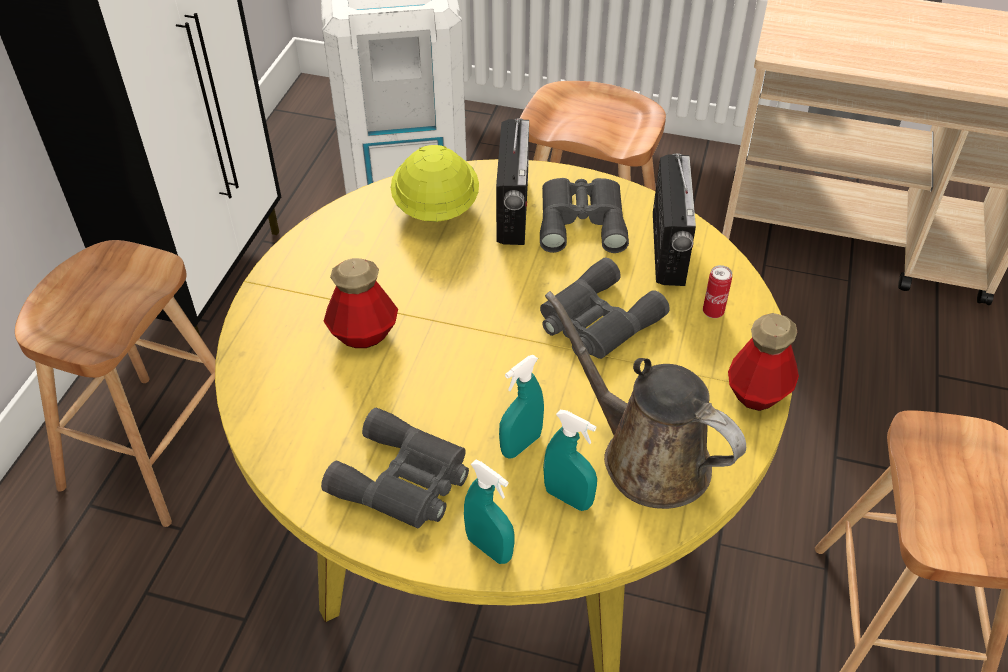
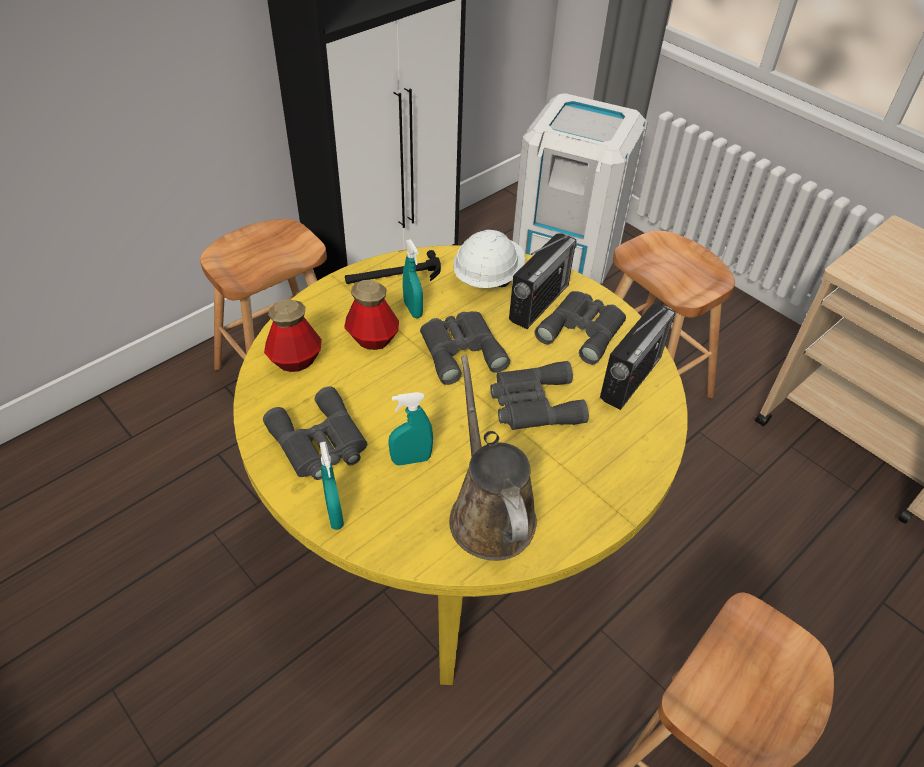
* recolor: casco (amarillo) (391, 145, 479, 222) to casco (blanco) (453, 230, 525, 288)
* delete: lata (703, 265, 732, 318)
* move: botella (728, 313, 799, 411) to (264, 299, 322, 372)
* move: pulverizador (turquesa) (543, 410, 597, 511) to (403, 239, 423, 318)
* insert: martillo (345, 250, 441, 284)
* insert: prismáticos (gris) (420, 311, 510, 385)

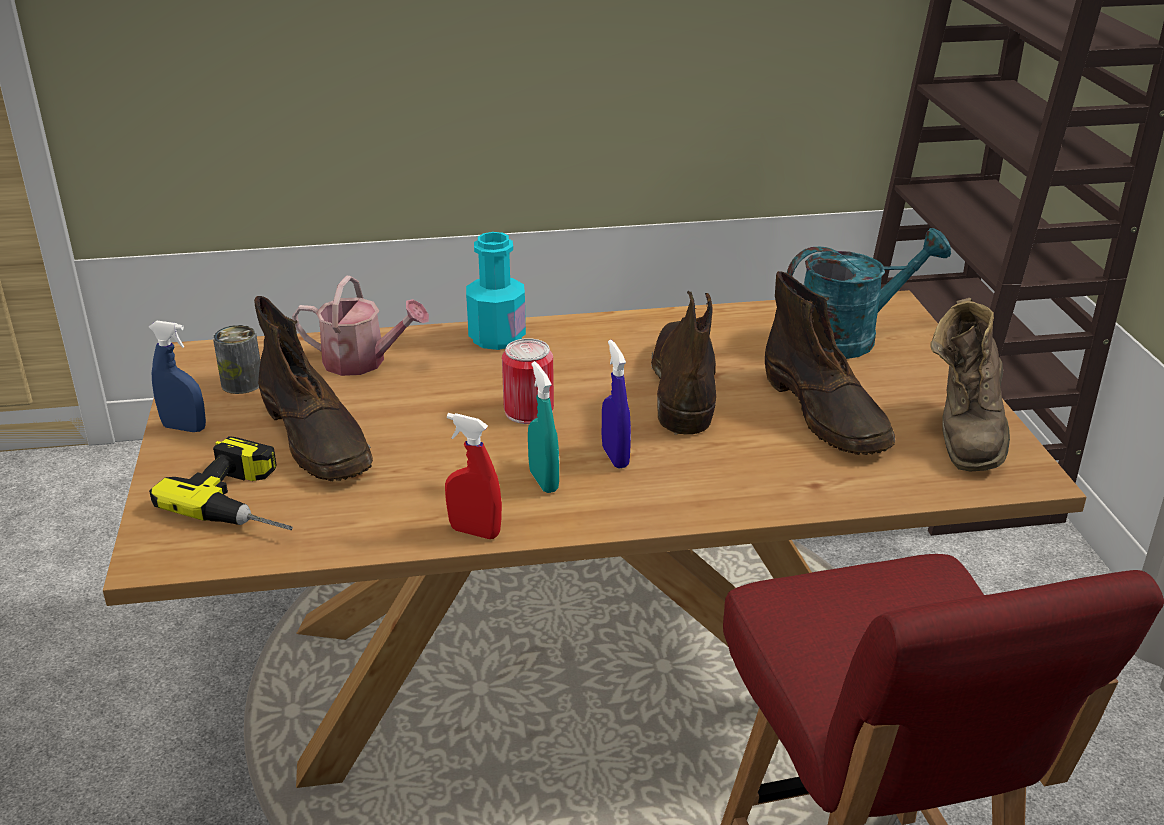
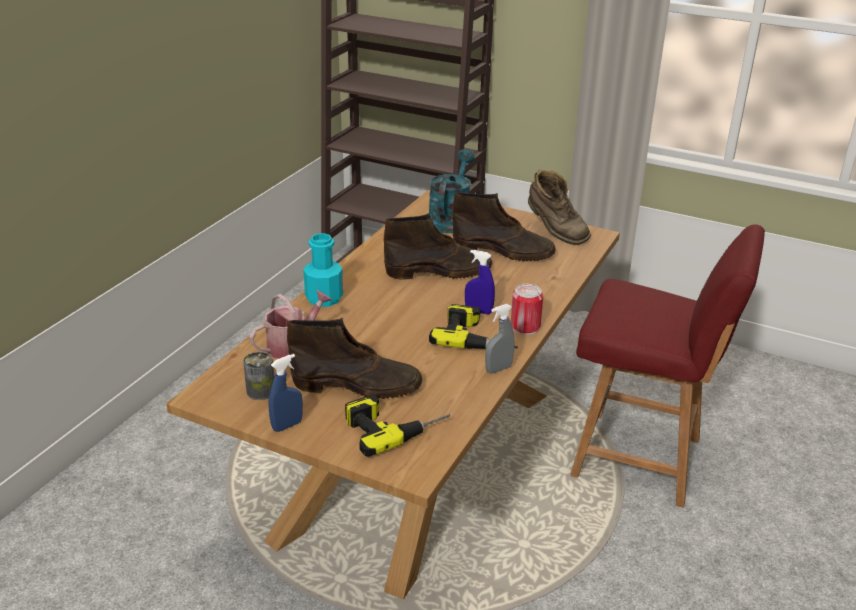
* rotate: bota (marrón) (651, 291, 716, 435) = (384, 213, 492, 279) 135 degrees clockwise
* move: lata (502, 338, 554, 424) to (511, 284, 543, 335)
* replace: pulverizador (turquesa) (528, 361, 559, 493) to taladro (429, 304, 518, 349)
* recolor: pulverizador (rojo) (445, 413, 502, 539) to pulverizador (gris) (485, 304, 514, 373)

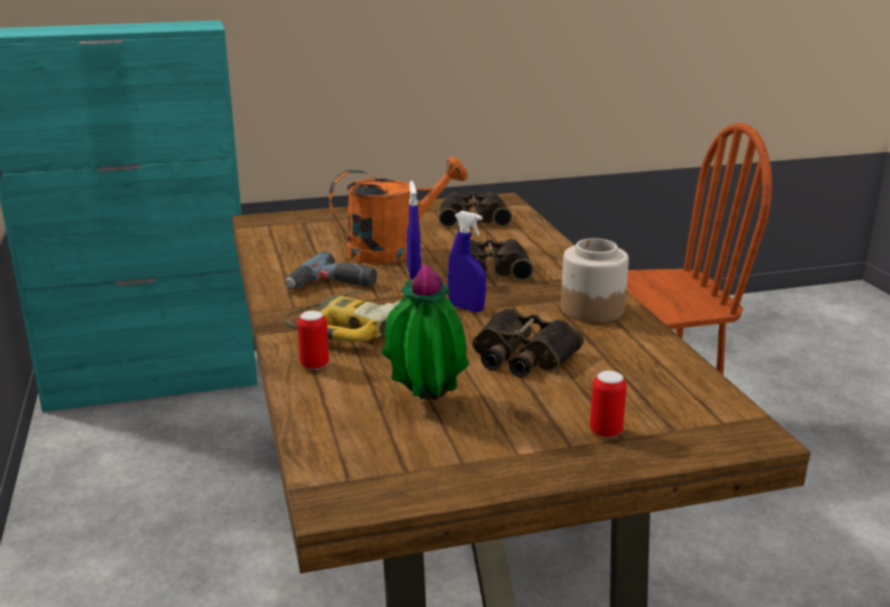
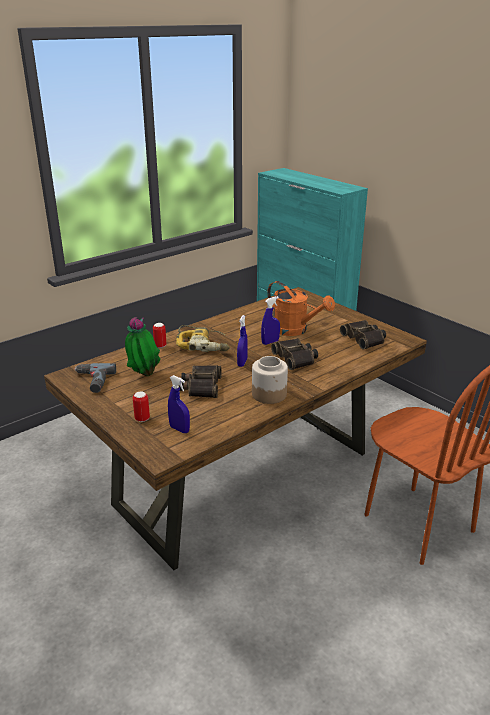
* move: taladro (285, 252, 377, 290) to (75, 363, 116, 393)
* insert: pulverizador (azul) (168, 375, 190, 433)

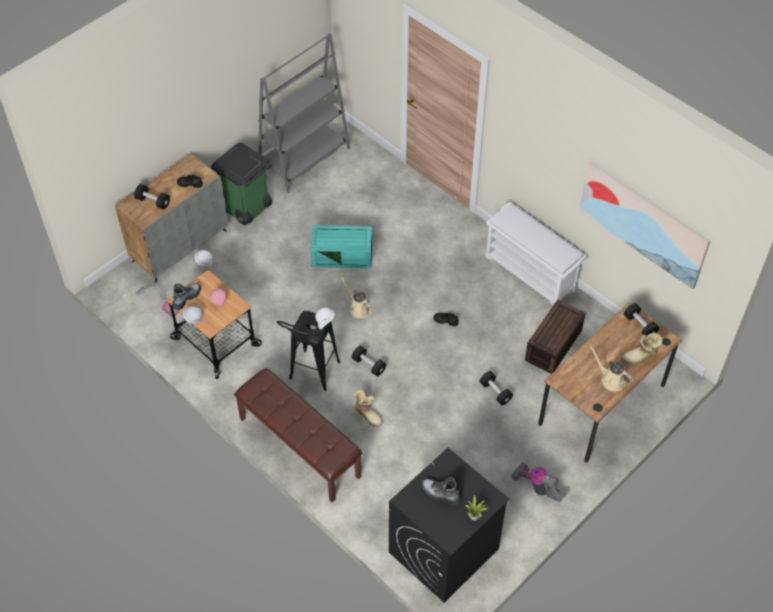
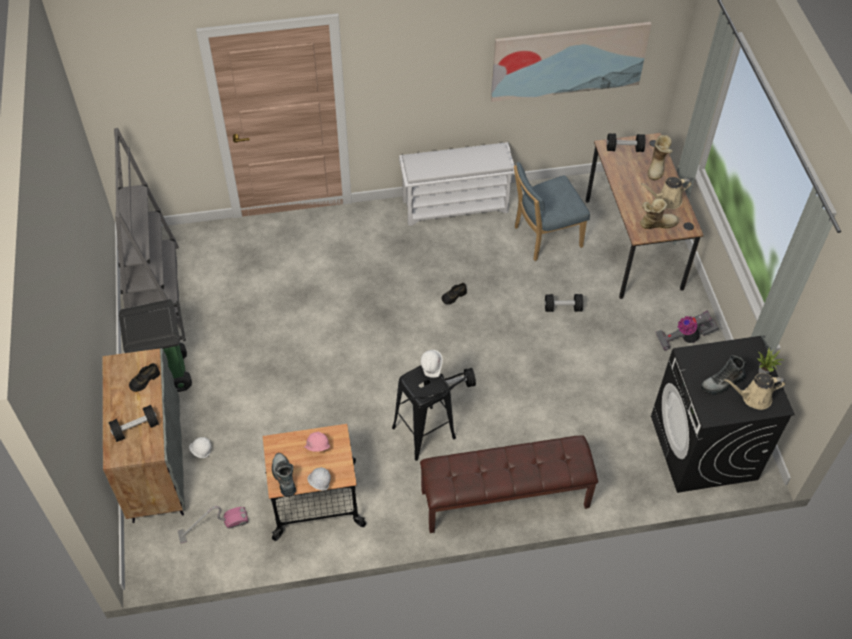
* delete: caja de almacenaje (turquesa) (310, 225, 372, 268)
* move: regadera (beis) (340, 276, 371, 318) to (724, 373, 786, 410)
* replace: caja de almacenaje (marrón) (525, 300, 586, 374) to silla (azul) (514, 162, 590, 261)
* move: bota (353, 389, 383, 427) to (640, 199, 679, 229)

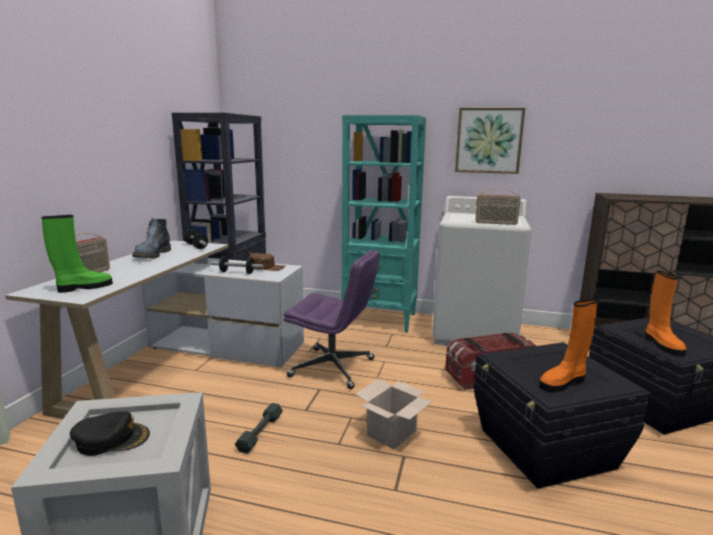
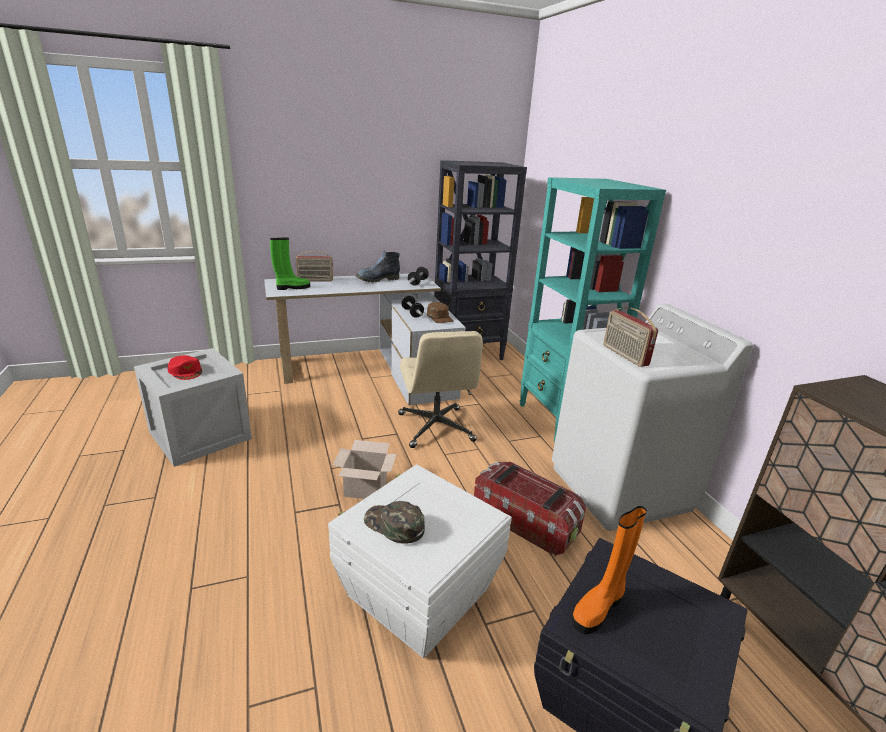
* delete: cuadro (455, 108, 525, 174)
* rotate: bota (verde) (41, 215, 113, 293) = (270, 237, 310, 290) 45 degrees counterclockwise
* recolor: silla de oficina (morado) (283, 250, 380, 389) to silla de oficina (beis) (398, 331, 483, 448)
* replace: bota (naranja) (539, 299, 598, 392) to gorra (verde) (364, 501, 425, 544)
* recolor: caja de almacenaje (negro) (474, 342, 650, 489) to caja de almacenaje (blanco) (328, 464, 512, 658)
* delete: mancuerna (gris) (235, 403, 283, 454)
* recolor: gorra (negro) (70, 411, 150, 456) to gorra (rojo) (167, 355, 202, 380)

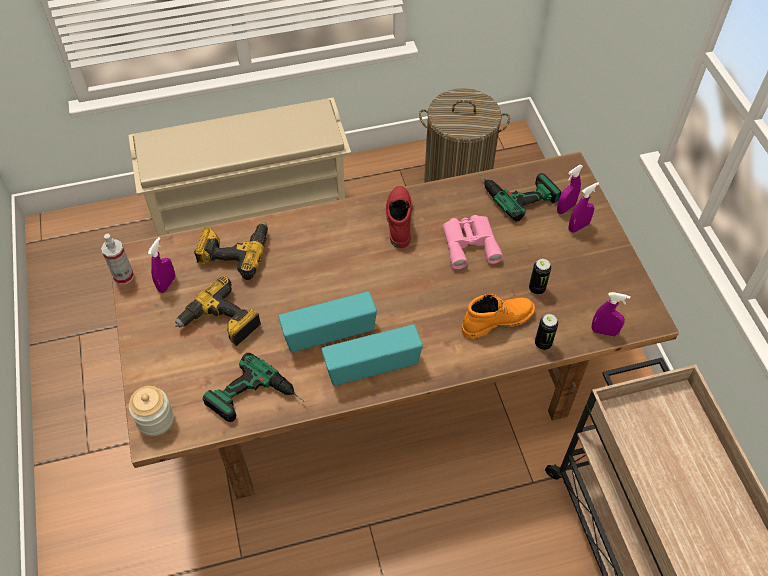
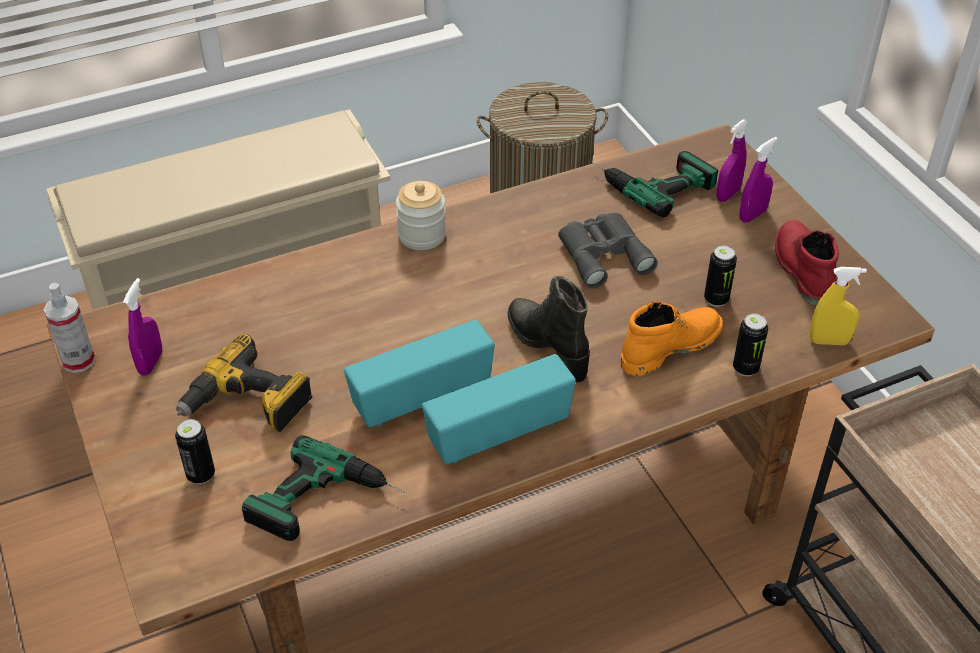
* move: bota (rojo) (386, 186, 412, 248) to (775, 220, 839, 306)
* recolor: prismáticos (rosa) (442, 215, 503, 269) to prismáticos (gris) (558, 213, 658, 289)
* delete: taladro (194, 222, 268, 280)
* recolor: pulverizador (morado) (592, 292, 631, 337) to pulverizador (amarillo) (810, 267, 867, 345)
* move: tarro (129, 386, 174, 436) to (396, 181, 446, 250)
* insert: bota (negro) (508, 276, 590, 382)
* insert: lata (175, 419, 215, 484)

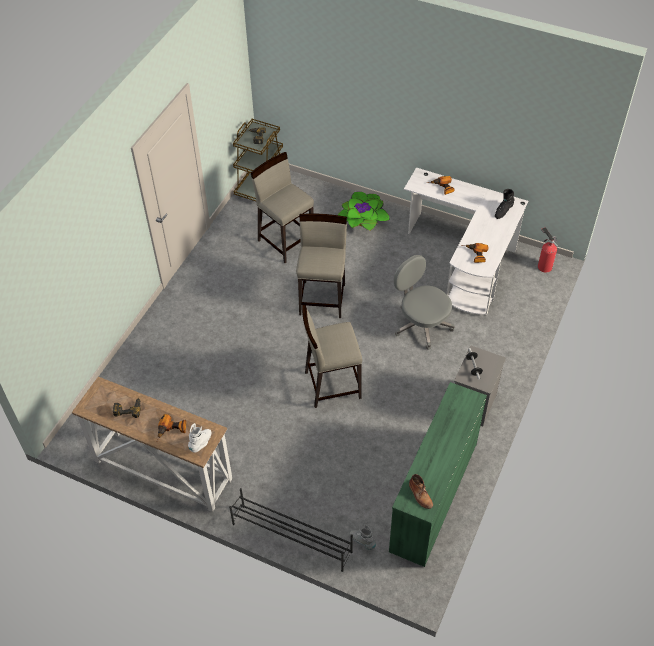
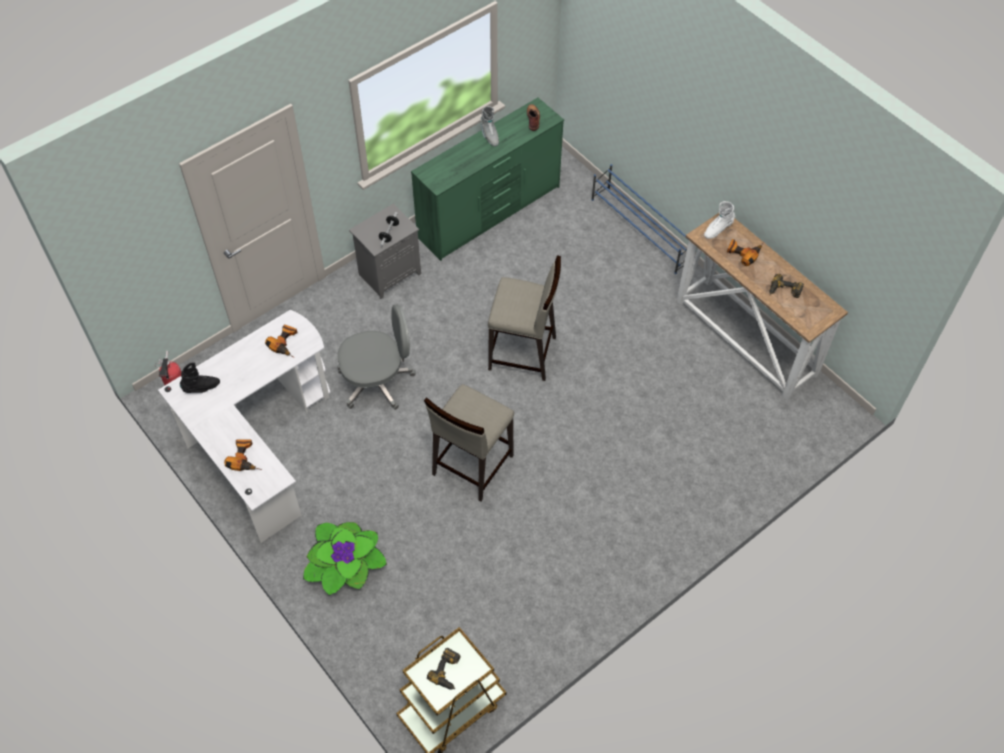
* delete: taburete (beis) (251, 152, 314, 263)
* rotate: silla de oficina (gris) (394, 255, 455, 350) = (337, 304, 416, 410) 90 degrees counterclockwise
* recolor: zapatero (negro) (229, 488, 353, 572) to zapatero (azul) (591, 164, 687, 274)
* move: bota (gris) (350, 524, 376, 550) to (480, 106, 499, 146)

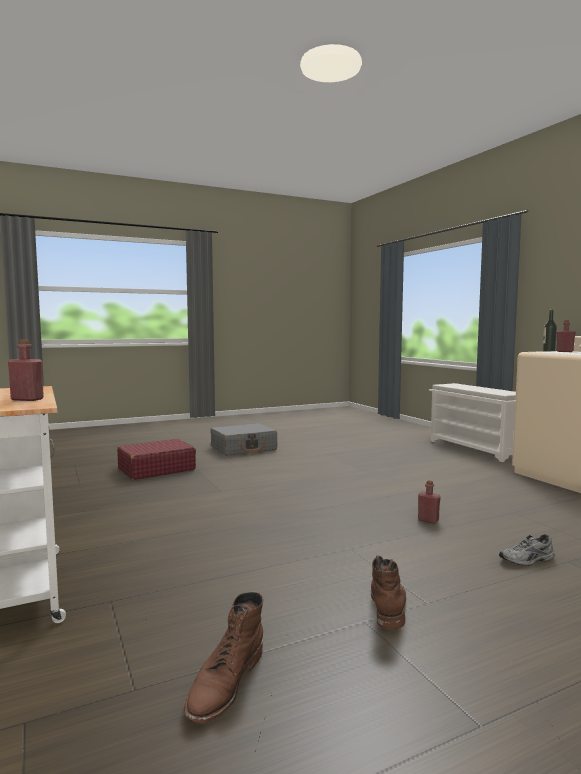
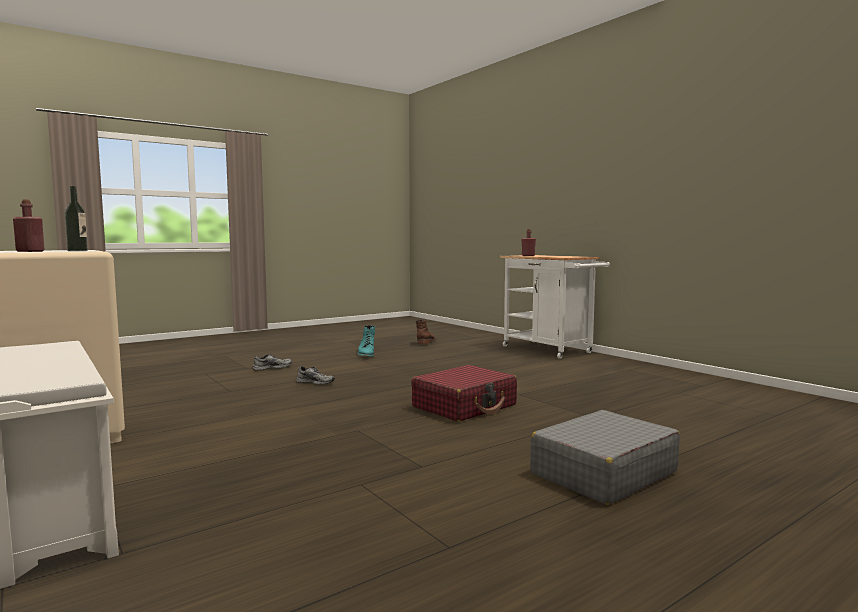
* move: maleta (rojo) (117, 439, 196, 480) to (411, 365, 517, 422)
* replace: botella (rojo) (418, 480, 440, 523) to zapato (gris) (296, 366, 335, 385)
* recolor: bota (marrón) (371, 555, 406, 629) to bota (turquesa) (357, 325, 375, 357)

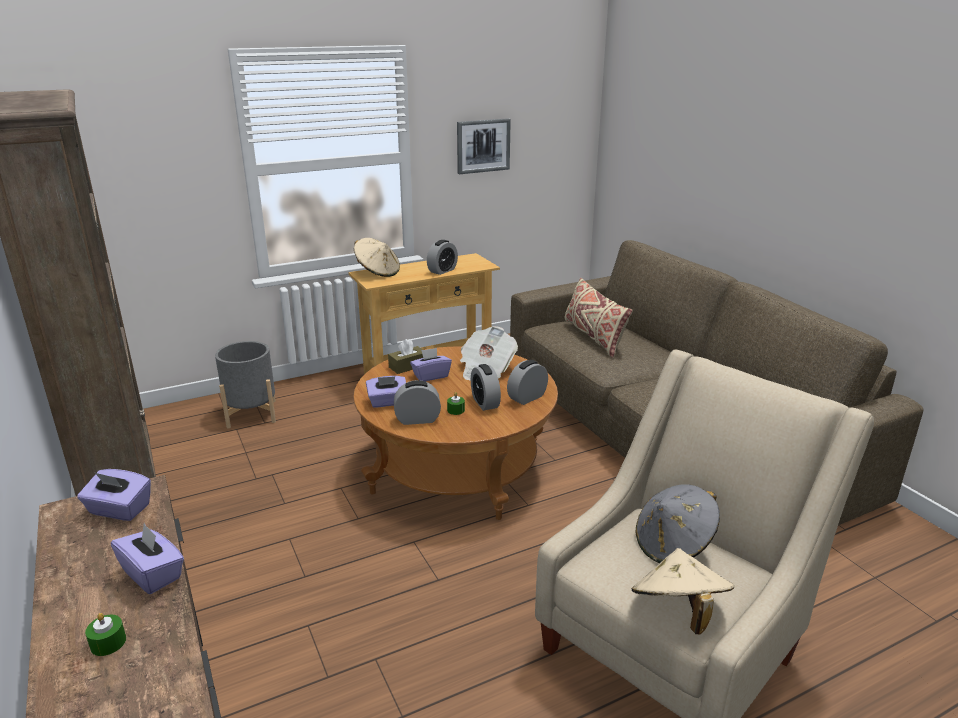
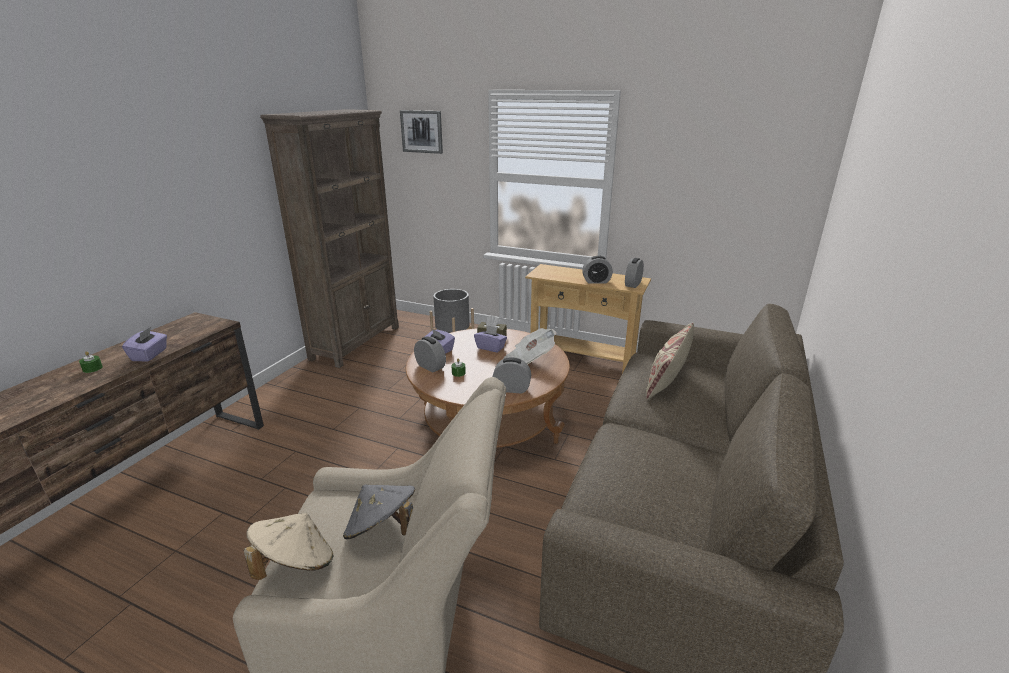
* move: cuadro (457, 118, 511, 174) to (400, 110, 443, 154)
* delete: sombrero (beis) (354, 238, 400, 277)
* move: despertador (471, 364, 501, 411) to (625, 258, 644, 288)
* delete: caja de pañuelos (morado) (77, 469, 151, 521)

